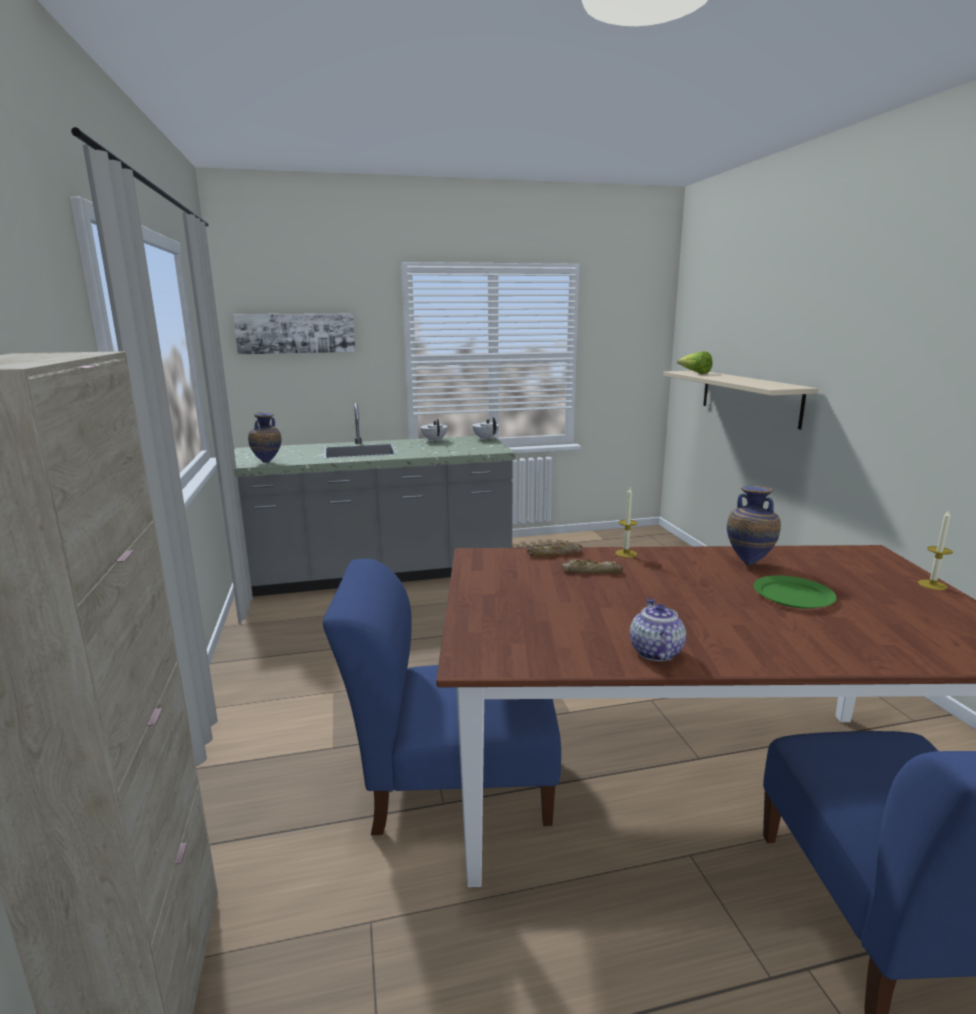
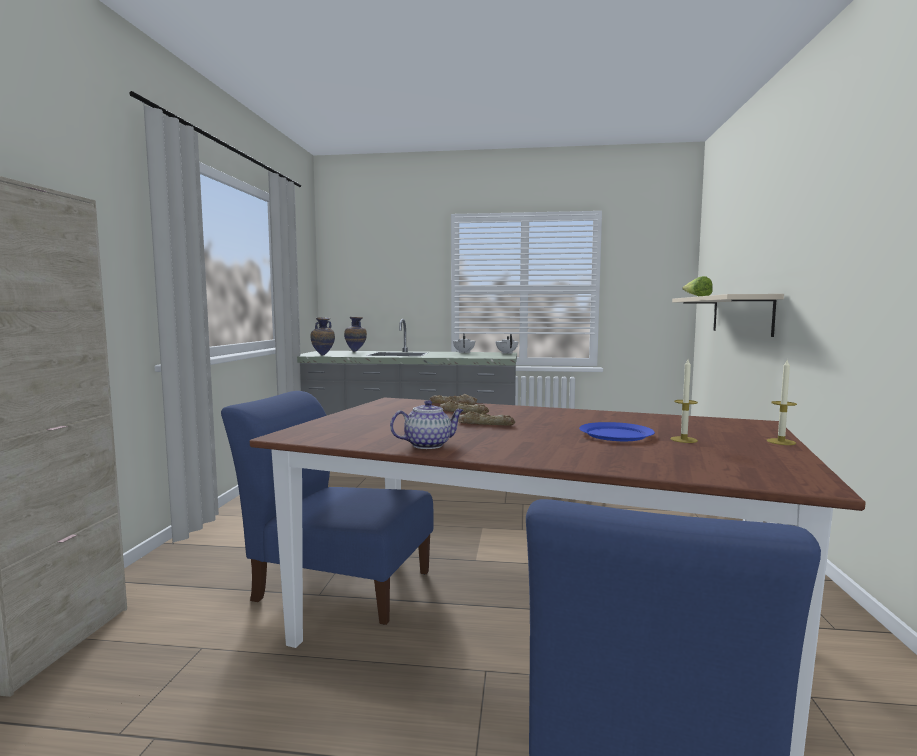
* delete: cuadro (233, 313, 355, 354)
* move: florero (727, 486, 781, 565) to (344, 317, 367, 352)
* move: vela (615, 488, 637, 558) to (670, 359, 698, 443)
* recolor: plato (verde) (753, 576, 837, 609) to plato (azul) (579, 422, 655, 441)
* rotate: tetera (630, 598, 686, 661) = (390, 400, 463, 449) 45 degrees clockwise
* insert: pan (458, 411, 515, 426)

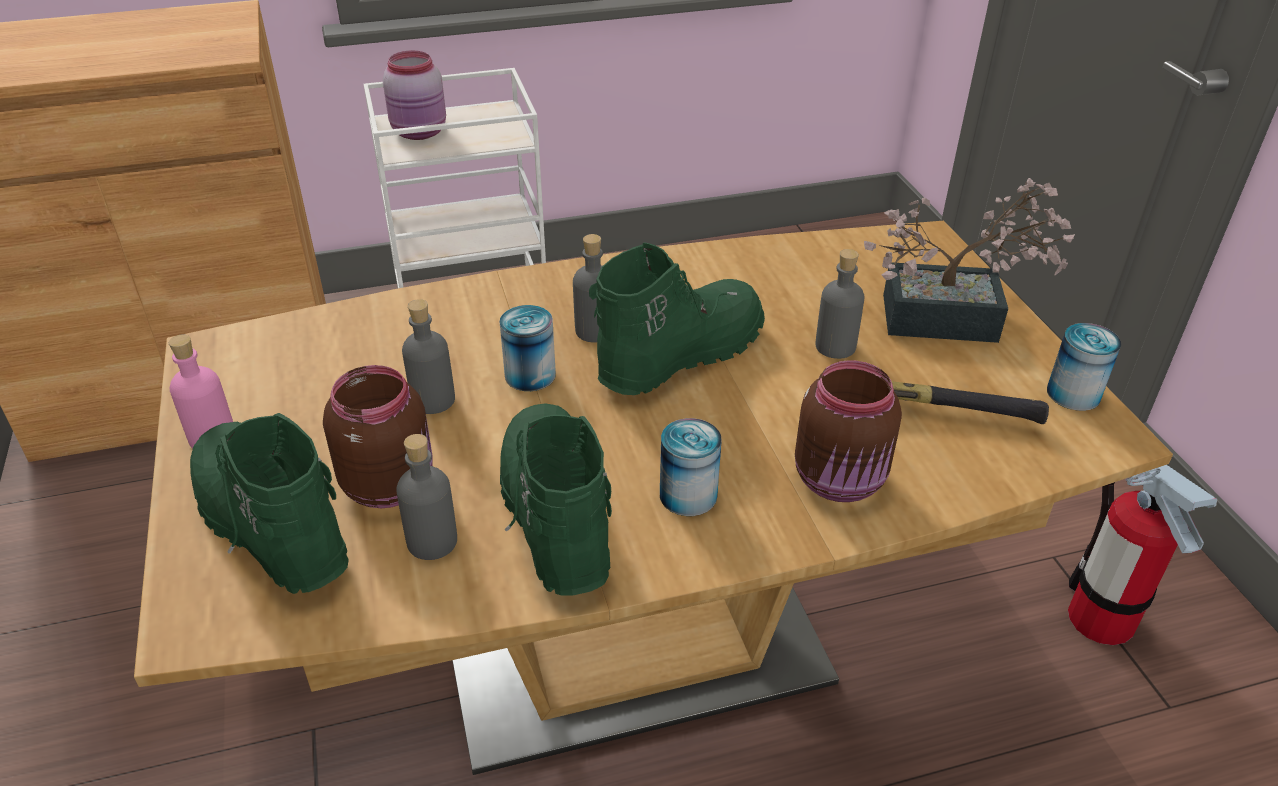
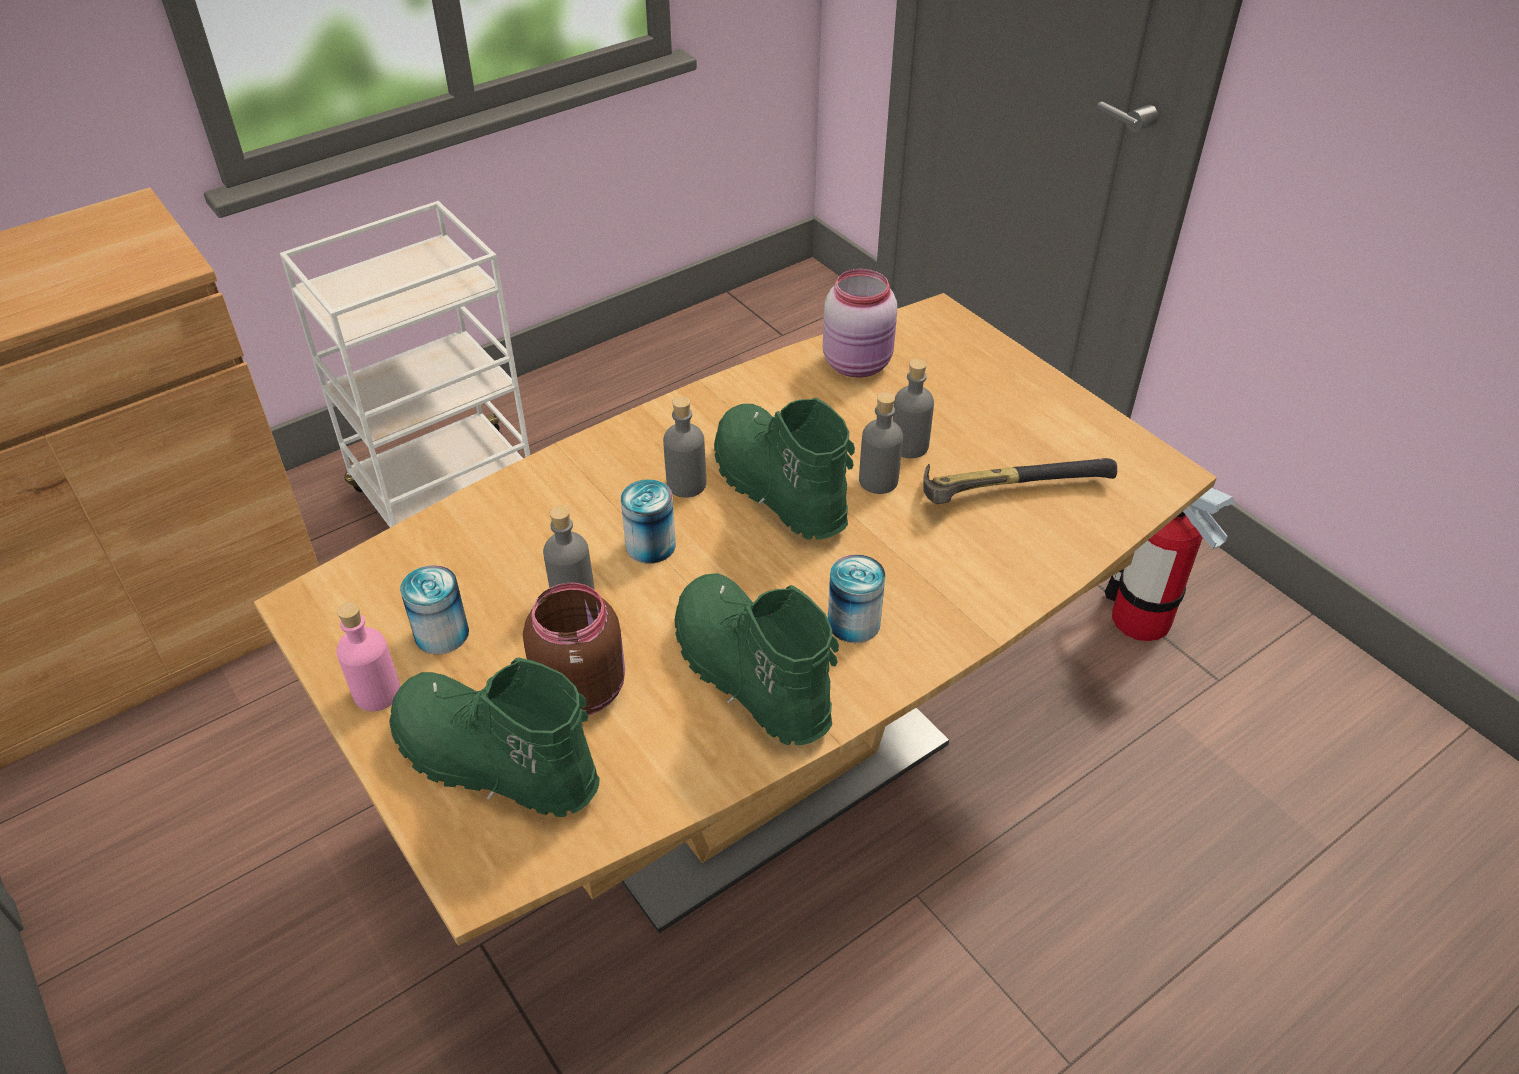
* move: tarro (rosa) (383, 50, 446, 140) to (823, 269, 897, 378)
* delete: planta en maceta (864, 178, 1075, 343)
* rotate: bota (verde) (589, 242, 765, 395) = (714, 398, 855, 540) 60 degrees counterclockwise
* move: lata (1047, 323, 1121, 411) to (400, 565, 469, 655)
* delete: tarro (marrón) (795, 360, 902, 502)
* move: botella (gris) (396, 434, 457, 560) to (859, 392, 903, 494)

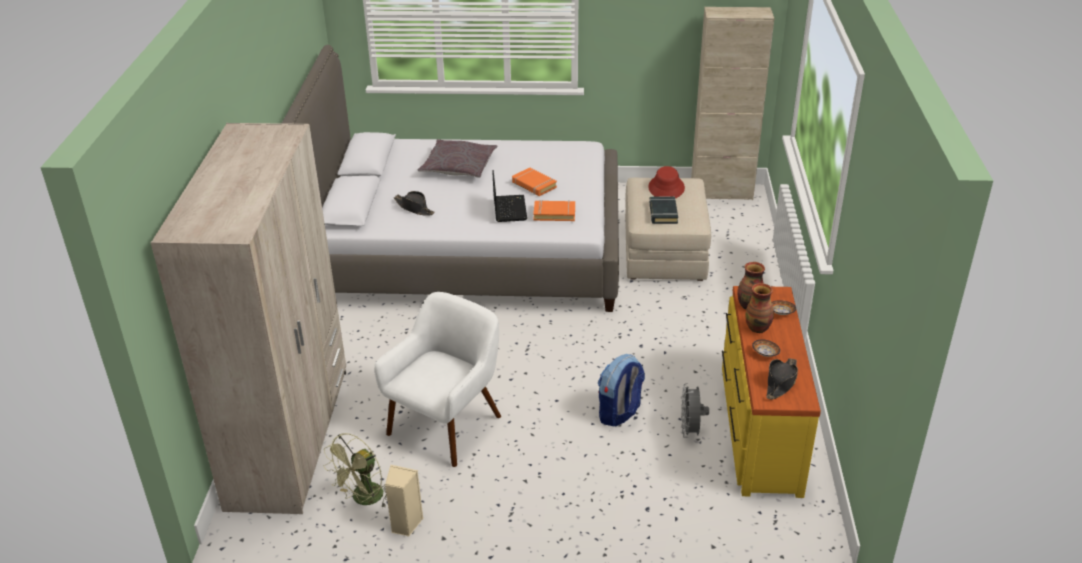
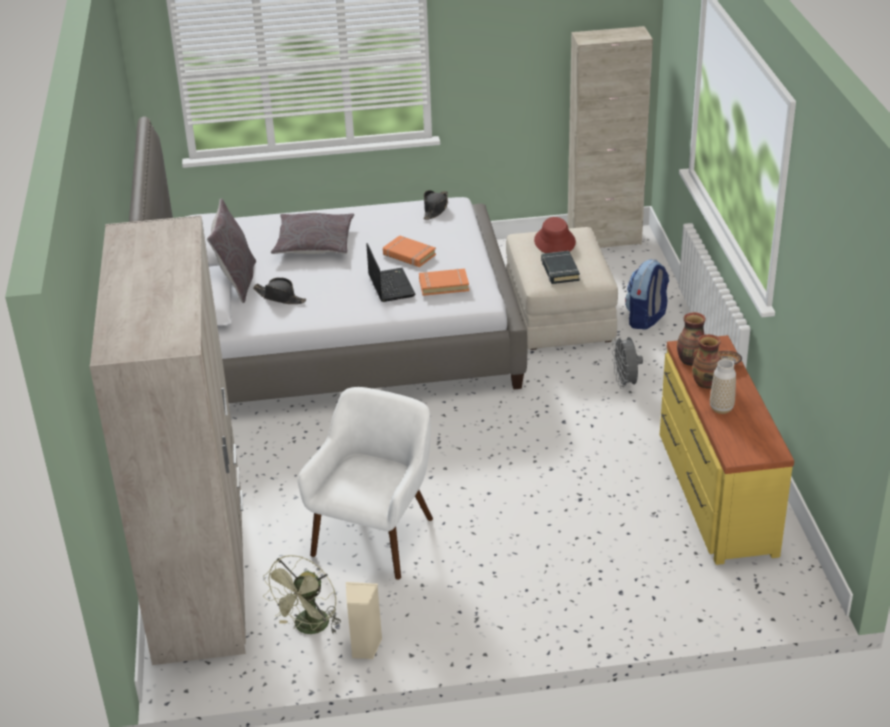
* replace: cuenco (752, 339, 780, 357) to florero (710, 359, 736, 414)
* move: mochila (598, 354, 645, 427) to (625, 260, 669, 330)
* move: sombrero (negro) (766, 358, 798, 400) to (423, 190, 448, 220)
* move: ventilador (gris) (681, 383, 709, 438) to (612, 335, 643, 389)
* insert: cojín (gris) (207, 198, 256, 303)

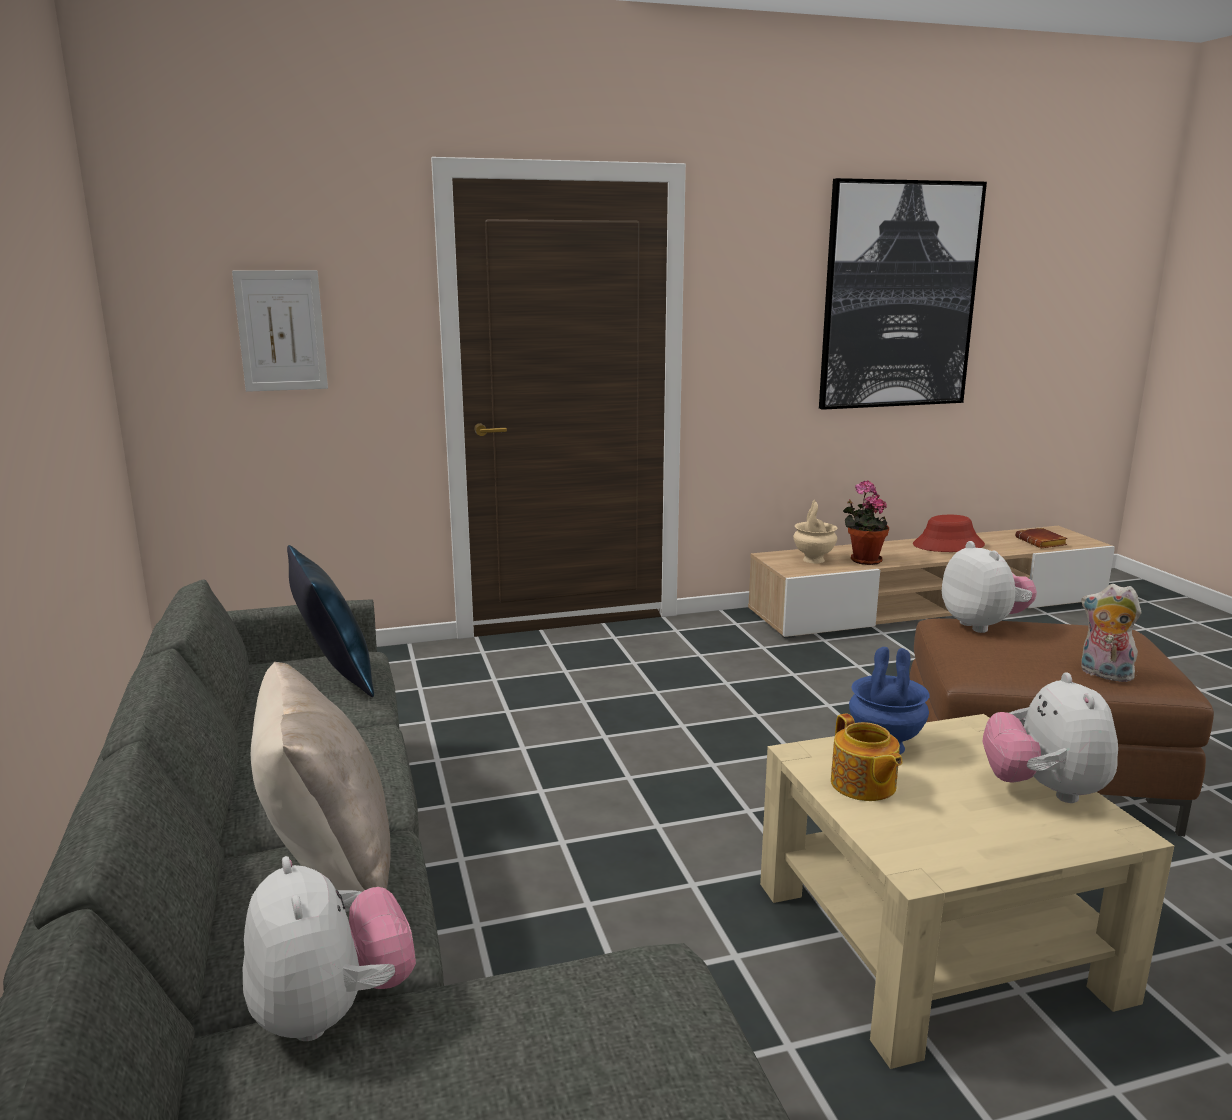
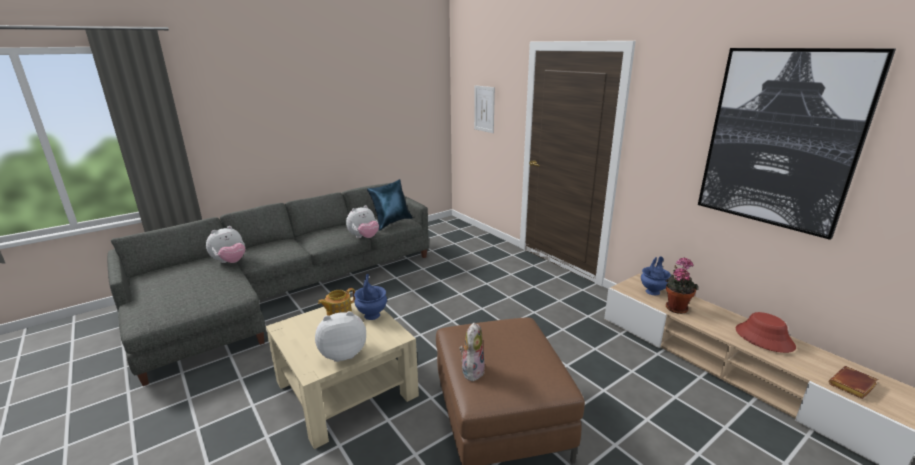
* recolor: florero (beis) (793, 500, 837, 563) to florero (azul) (641, 256, 671, 295)
* move: peluche (942, 541, 1037, 633) to (346, 205, 379, 238)
* delete: cojín (beis) (251, 662, 391, 892)

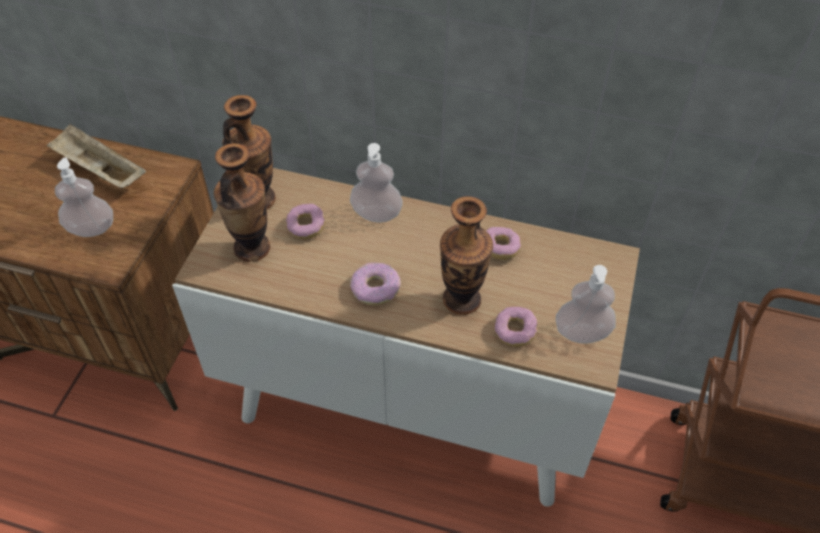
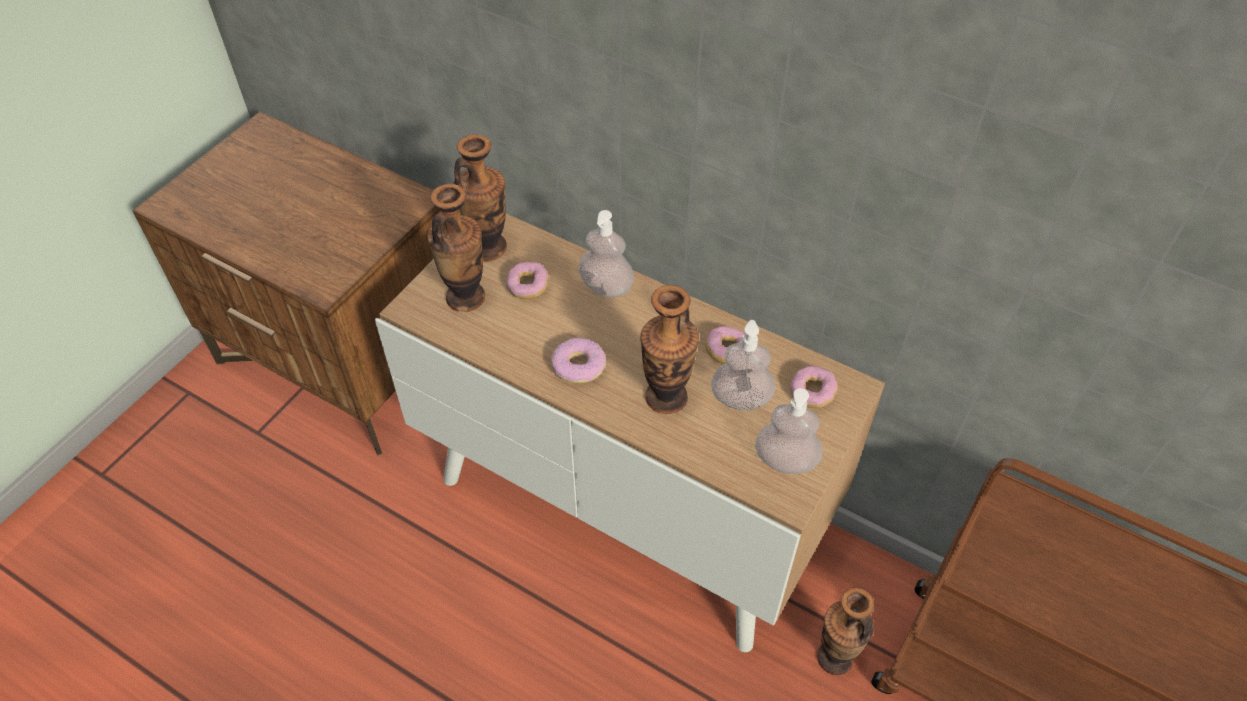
* delete: bandeja (beis) (47, 123, 146, 188)
* move: dispensador de jabón (55, 157, 113, 237) to (711, 320, 775, 410)
* move: rosquilla (494, 307, 538, 347) to (790, 366, 838, 408)
* insert: florero (817, 587, 874, 675)

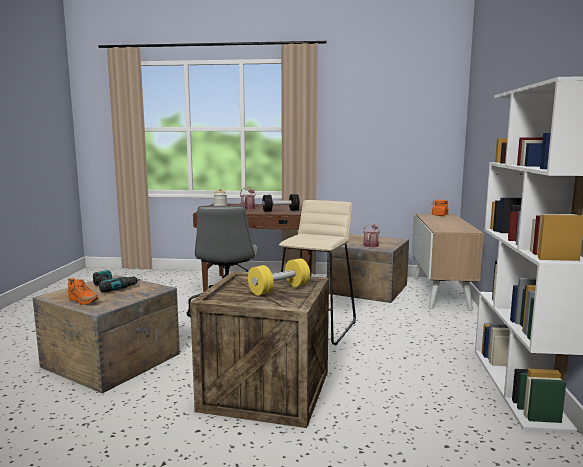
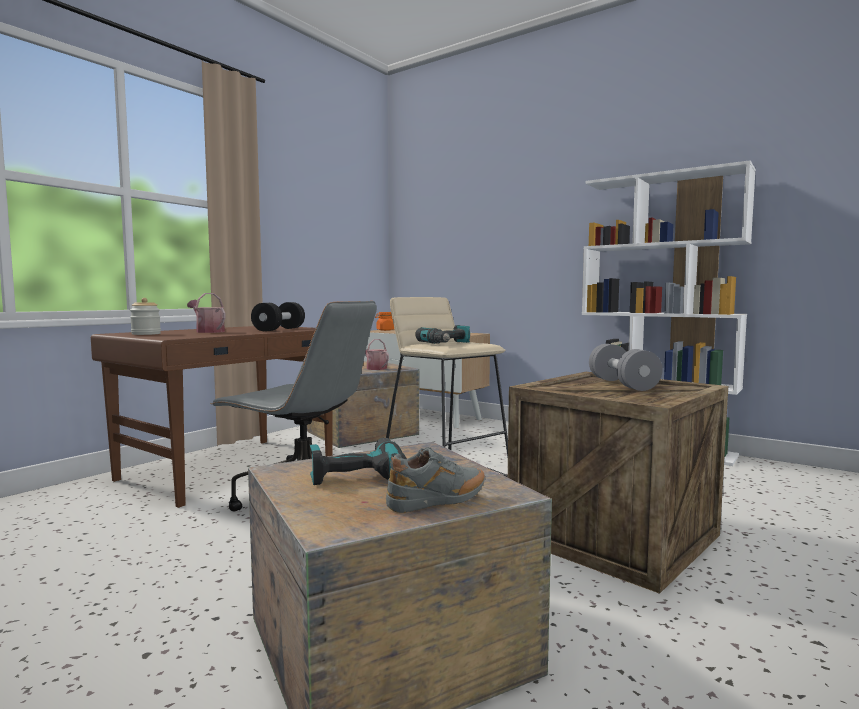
* recolor: mancuerna (amarillo) (248, 258, 310, 295) to mancuerna (gris) (589, 344, 663, 391)
* recolor: zapato (naranja) (68, 278, 99, 305) to zapato (gris) (386, 447, 485, 513)
* insert: taladro (415, 325, 470, 344)

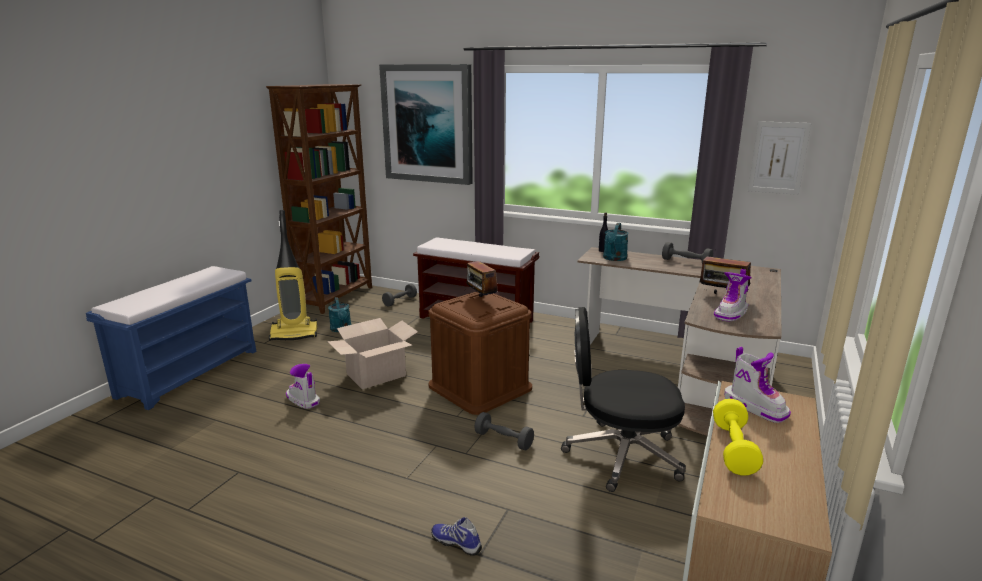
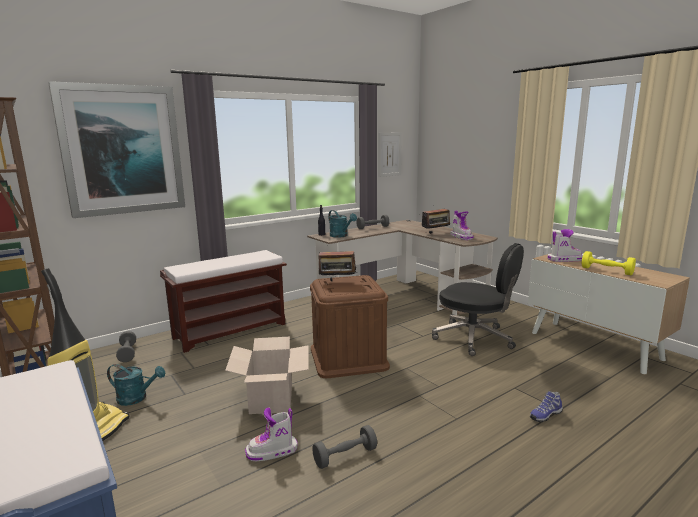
* rotate: silla de oficina (negro) (561, 307, 686, 492) = (432, 243, 524, 356) 90 degrees counterclockwise
* move: mancuerna (gris) (475, 412, 534, 450) to (312, 425, 377, 469)

